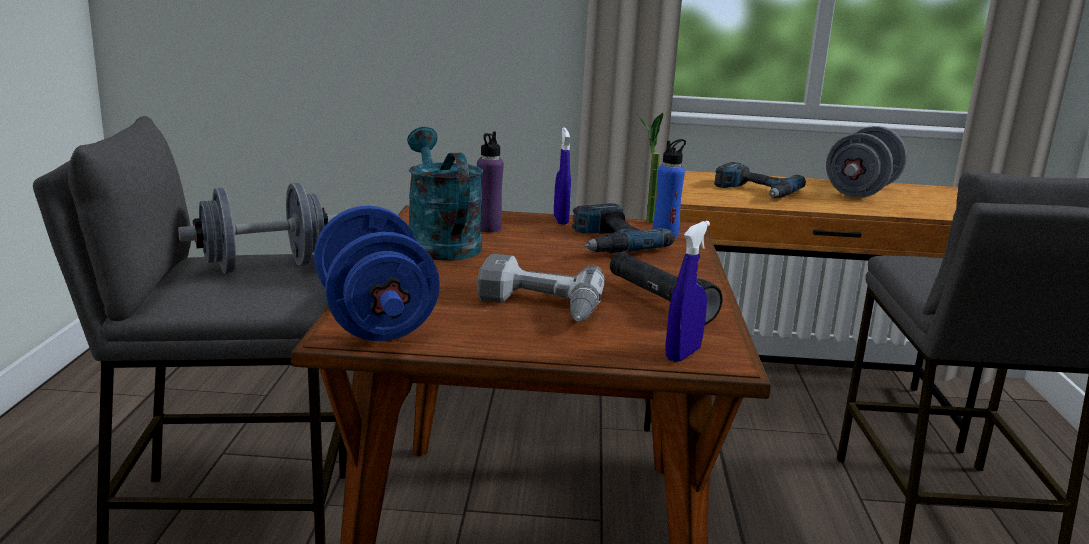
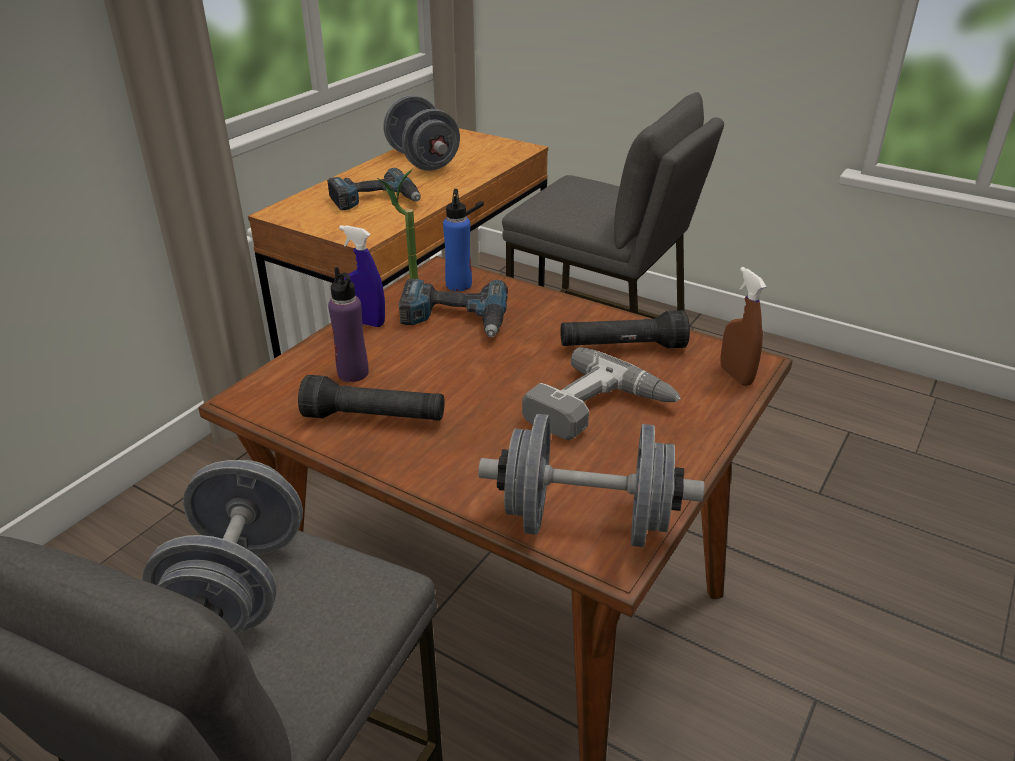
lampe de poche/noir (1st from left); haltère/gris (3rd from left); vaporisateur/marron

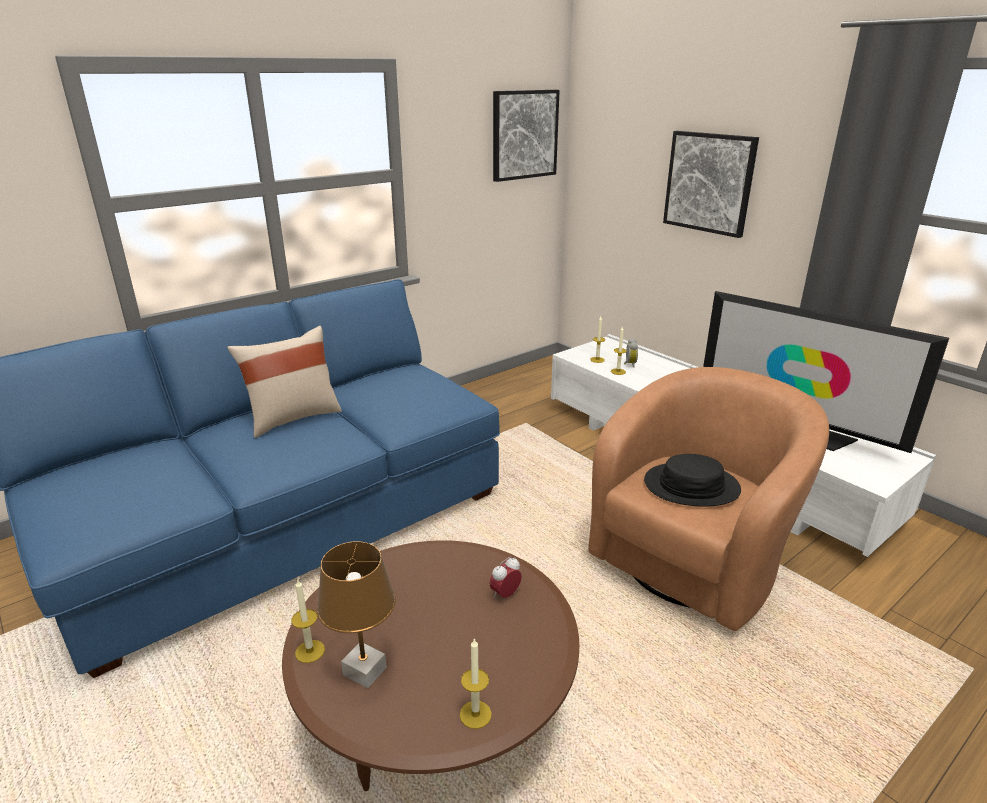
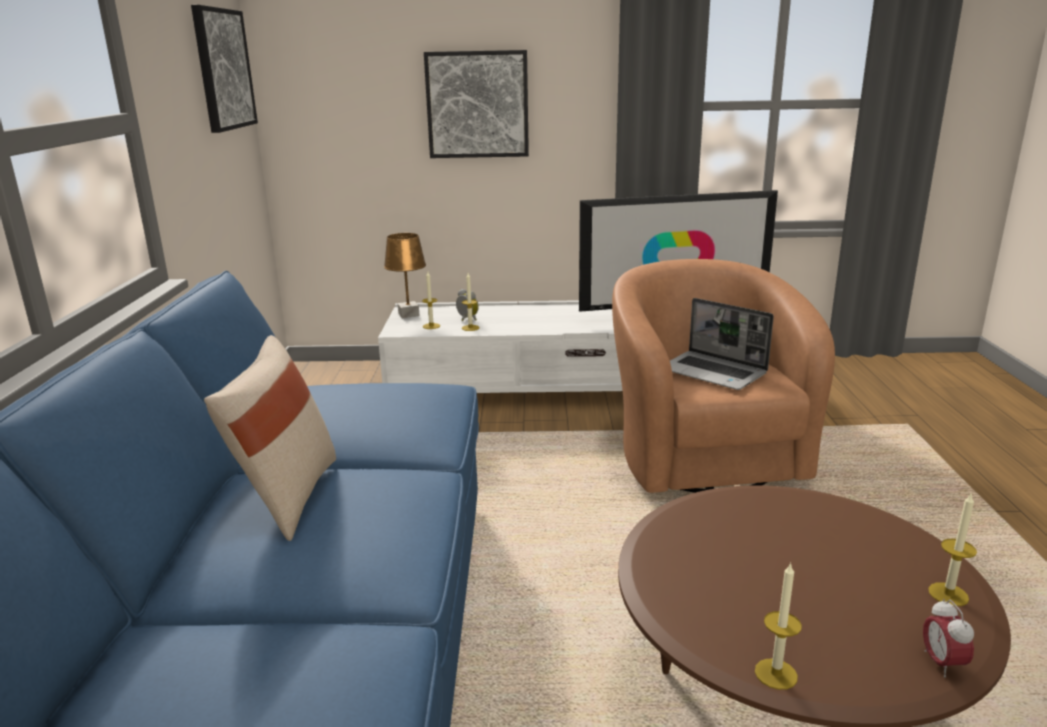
lampe de table/marron; ordinateur portable; réveil (2nd from left)

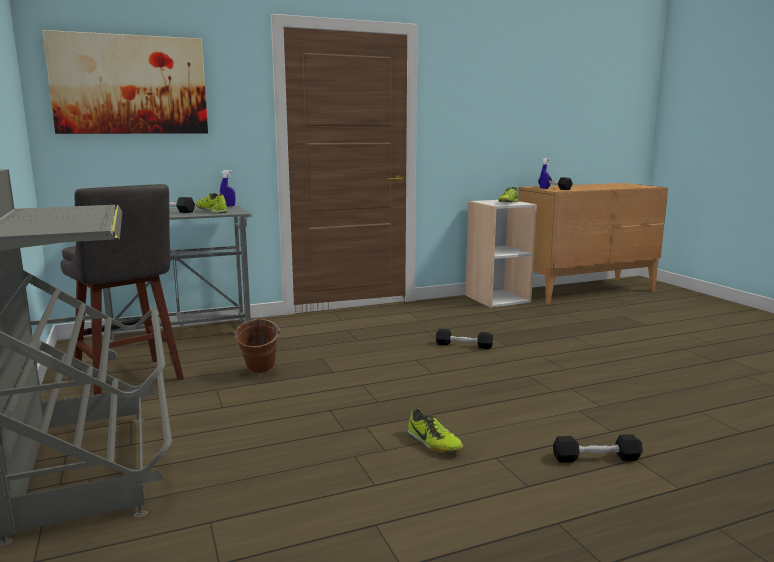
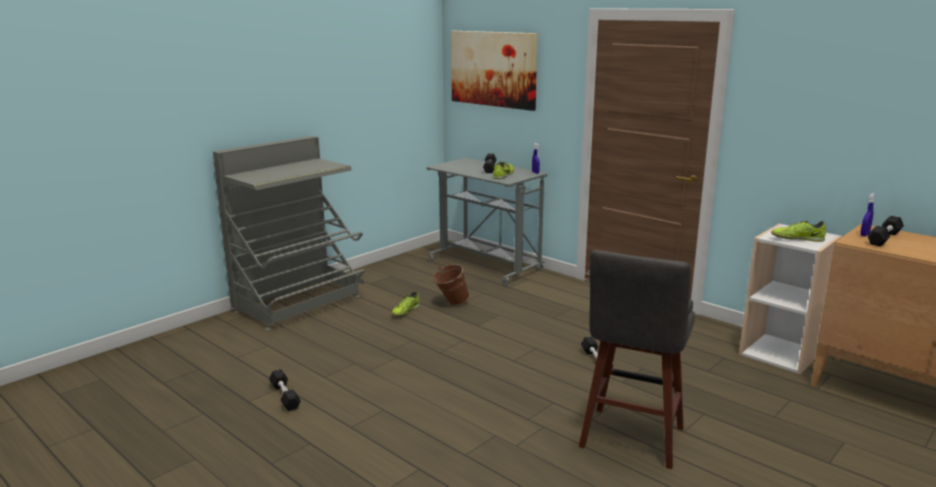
haltère/noir (1st from left); chaussure (1st from left); tabouret/gris

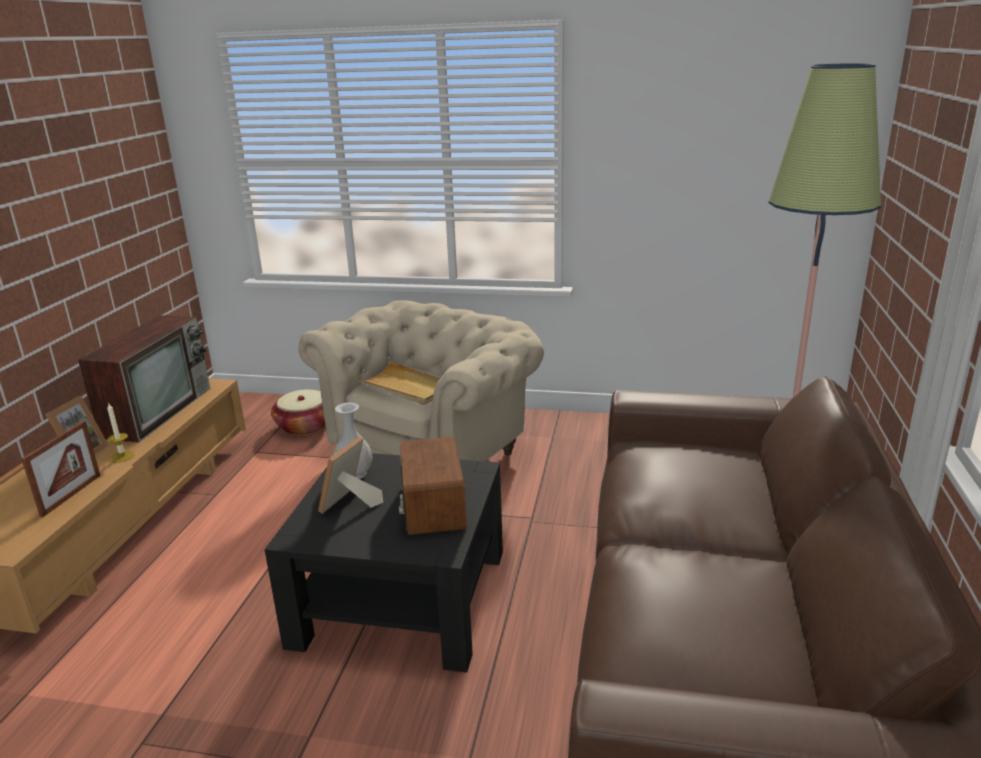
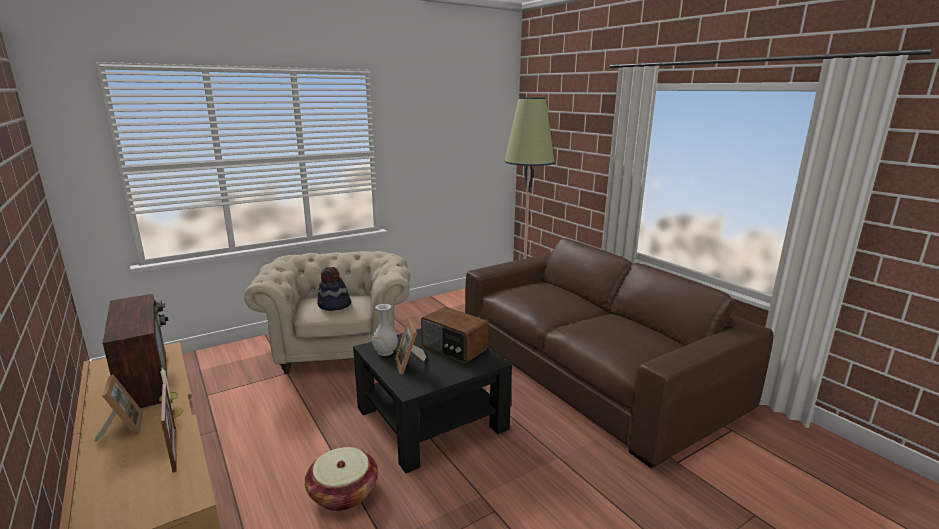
panier; chapeau

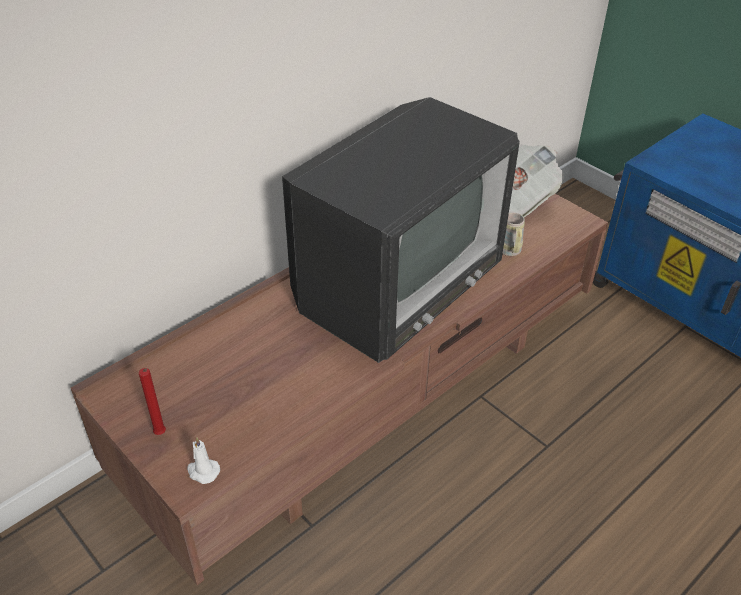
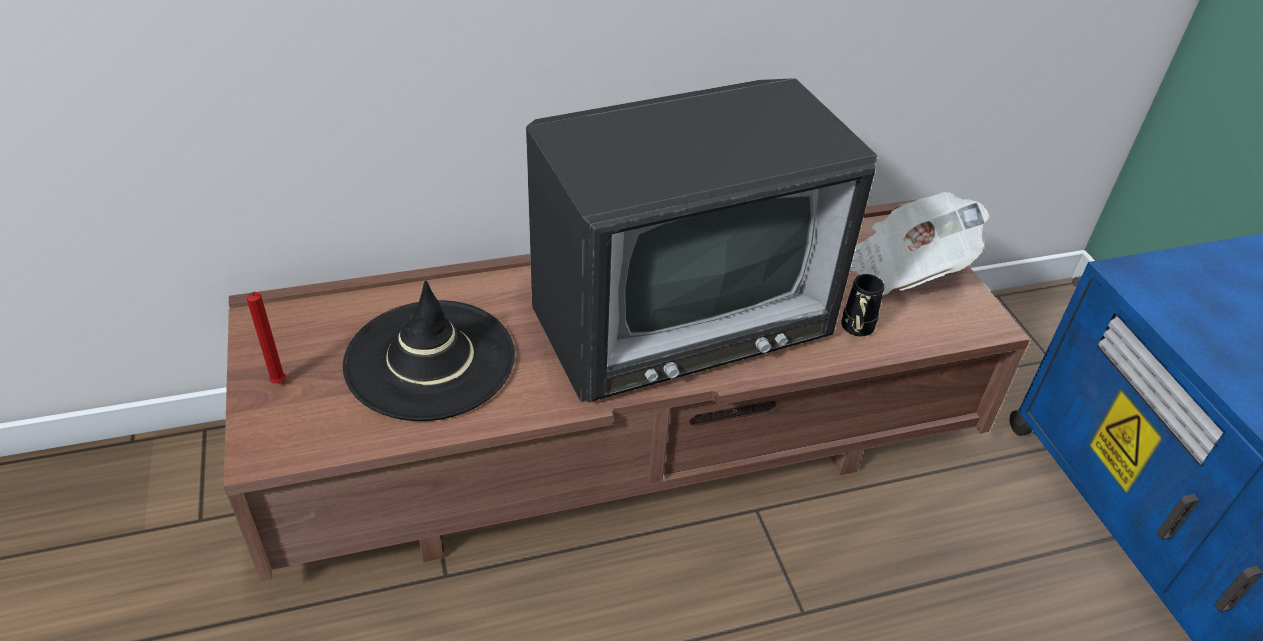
chapeau/noir; mug/noir; bougie/blanc

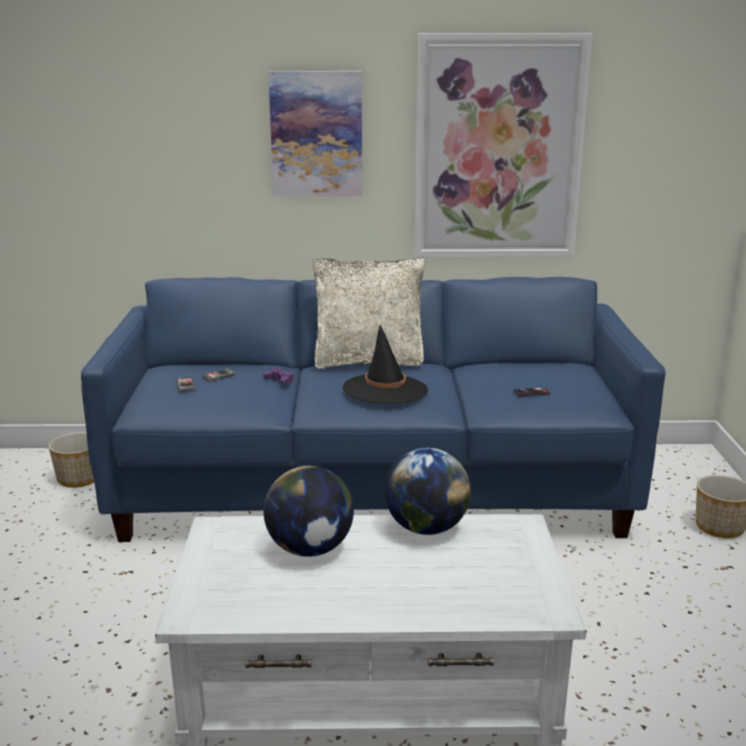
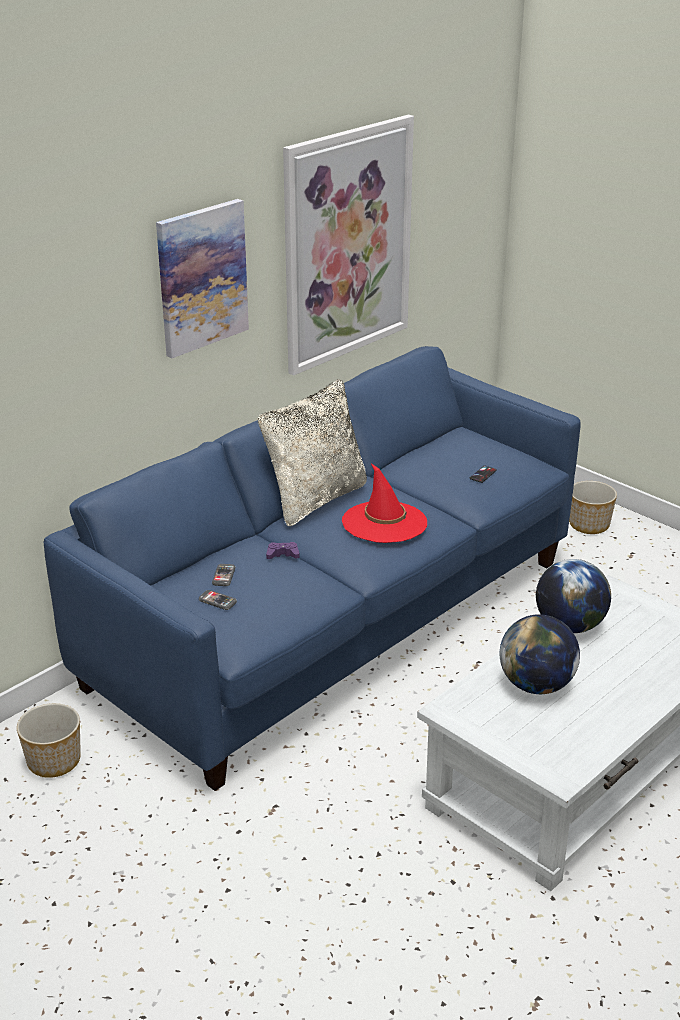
chapeau/rouge

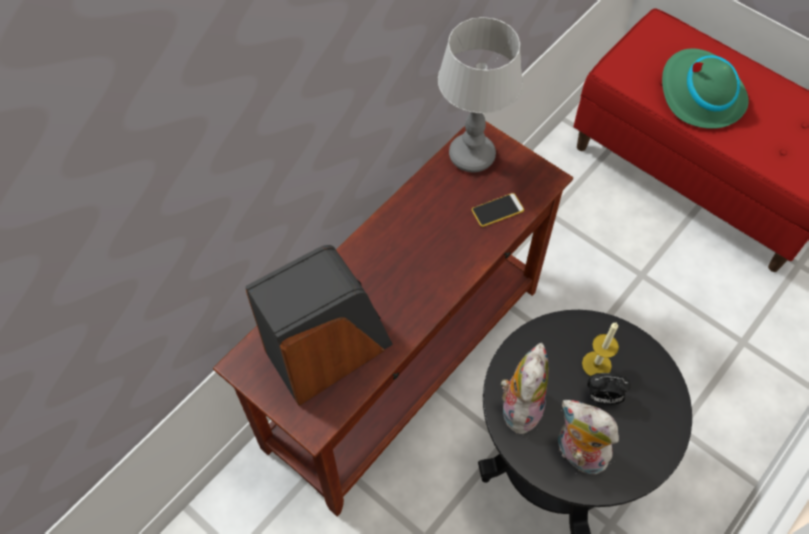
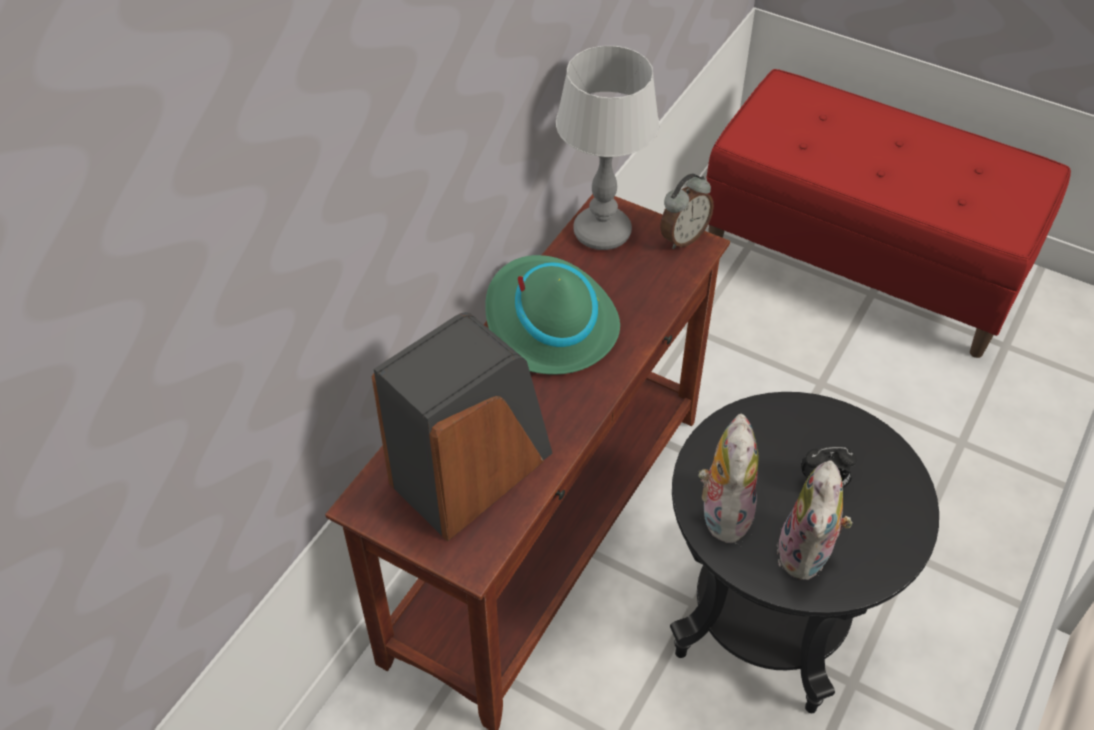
chapeau/vert; réveil (1st from left); peluche (2nd from left); téléphone; bougie

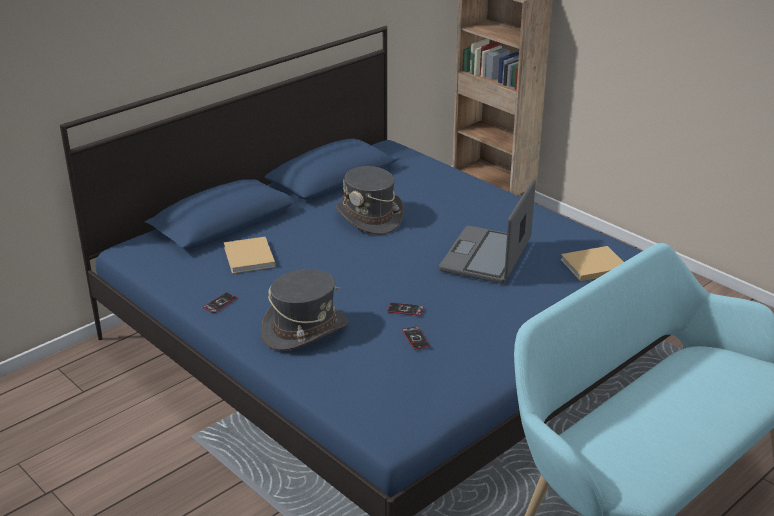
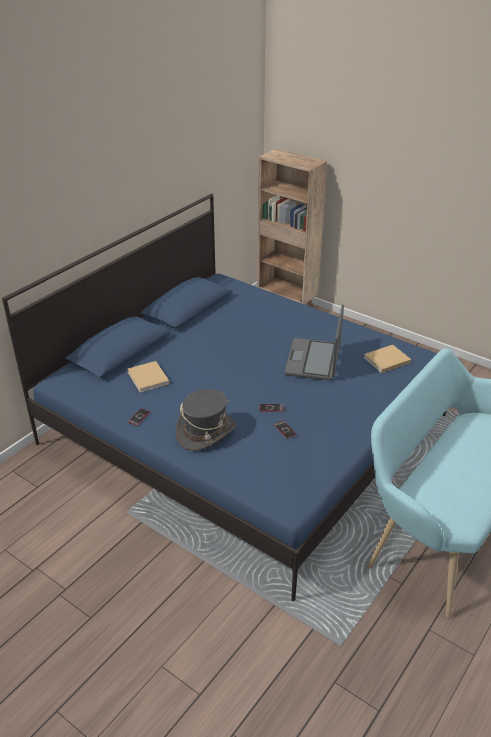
chapeau/gris (2nd from left in the first image)

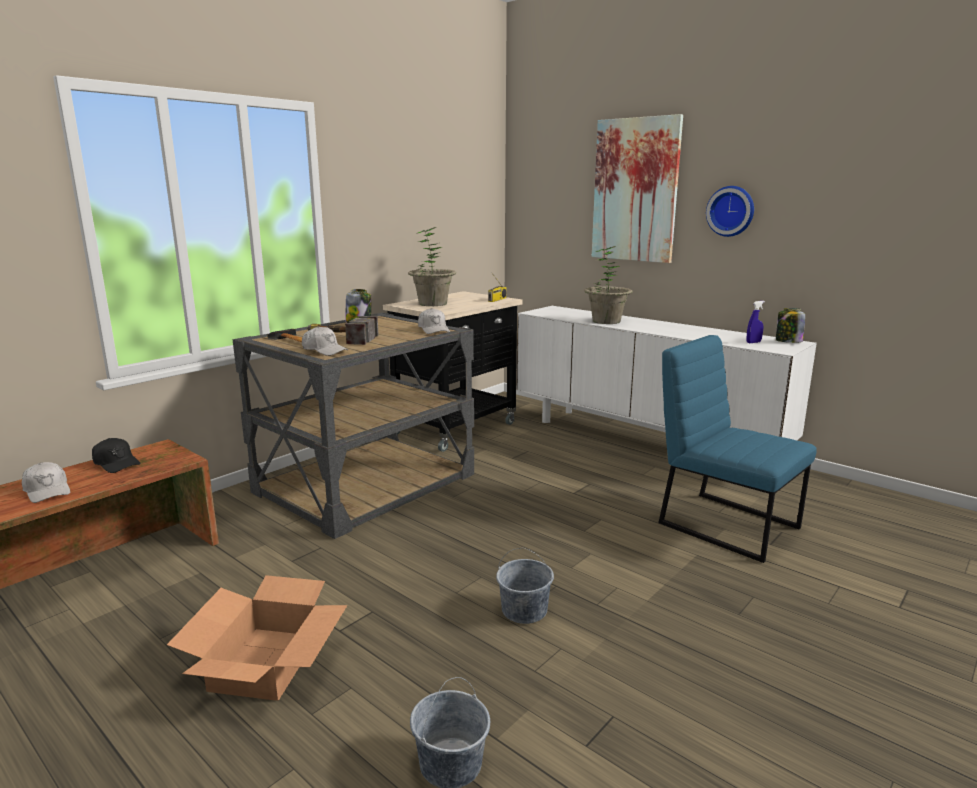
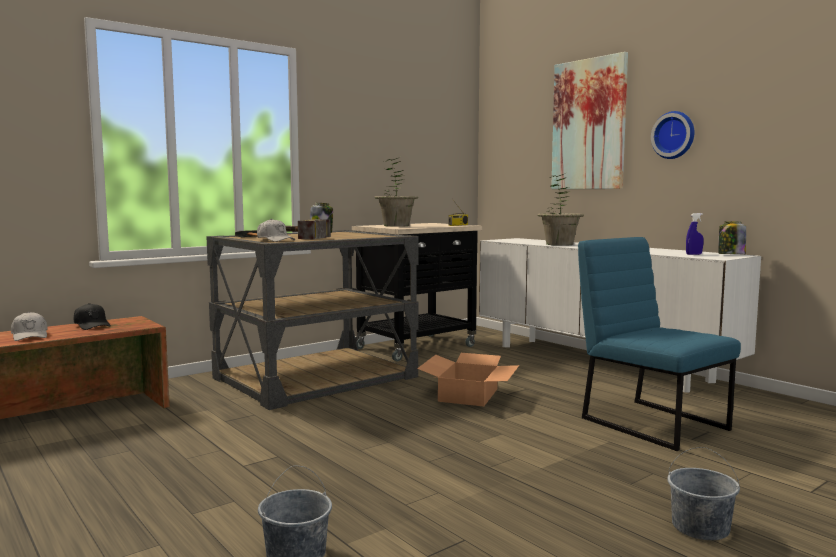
carton; seau/gris (2nd from left); casquette/blanc (3rd from left in the first image)

